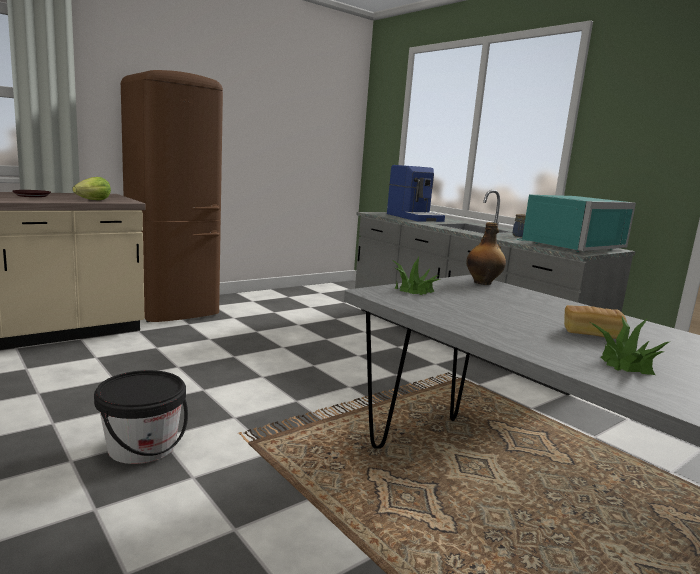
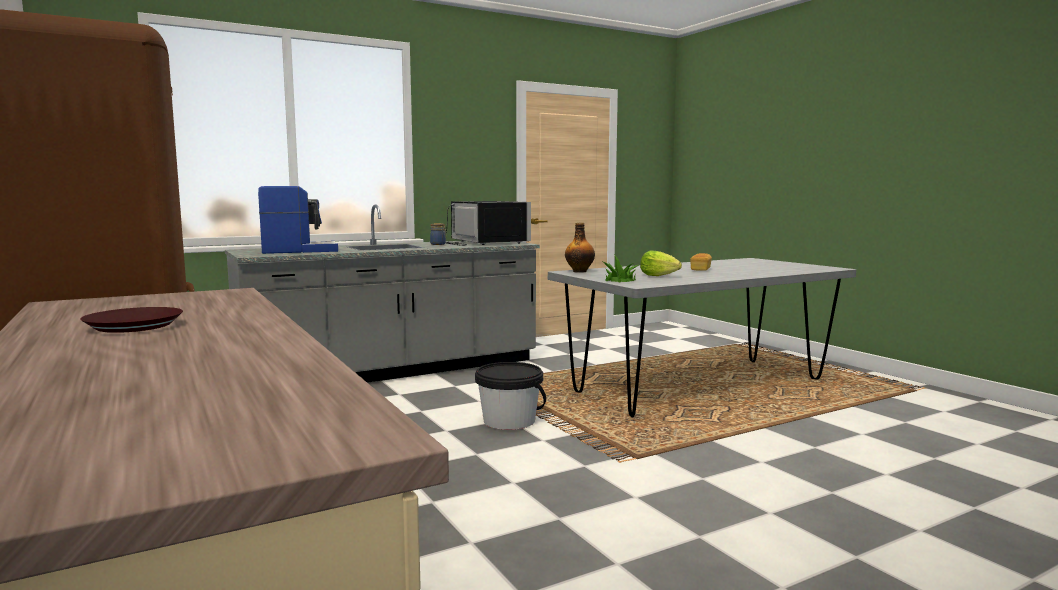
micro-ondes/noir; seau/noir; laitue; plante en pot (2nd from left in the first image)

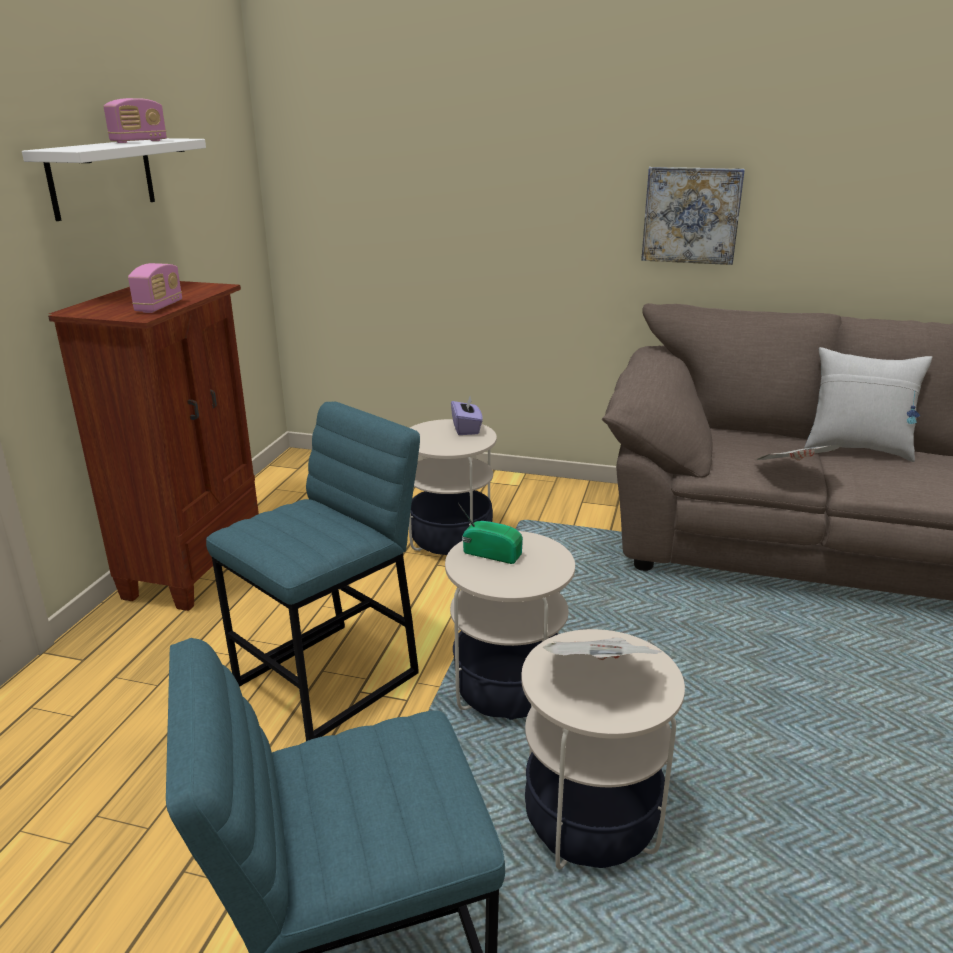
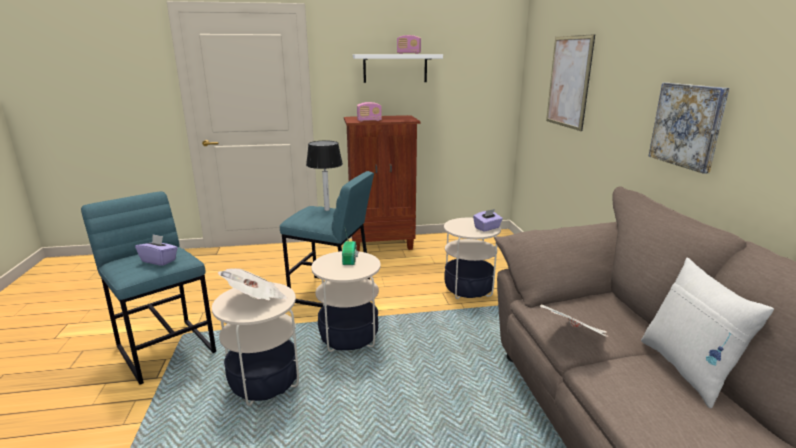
boîte à mouchoirs/violet (1st from left); lampe de table; tableau (1st from left)

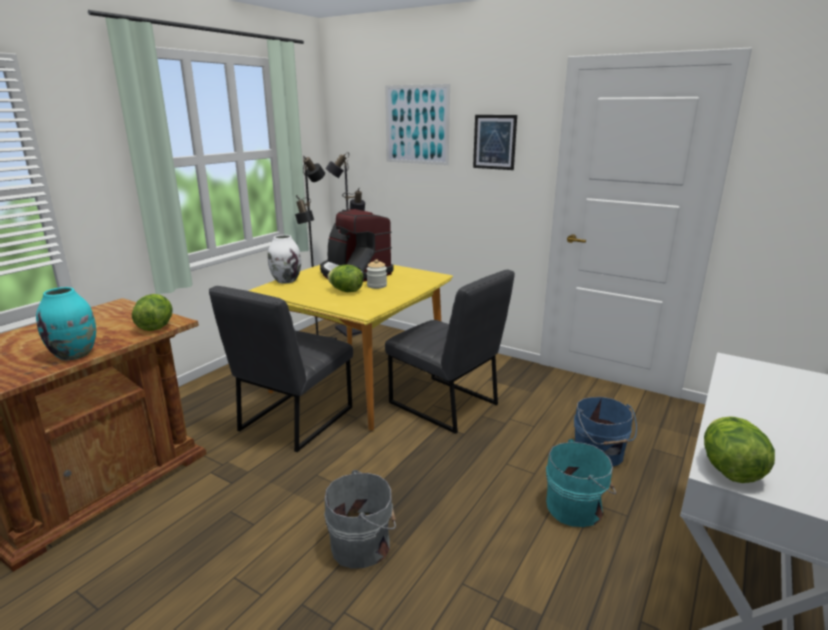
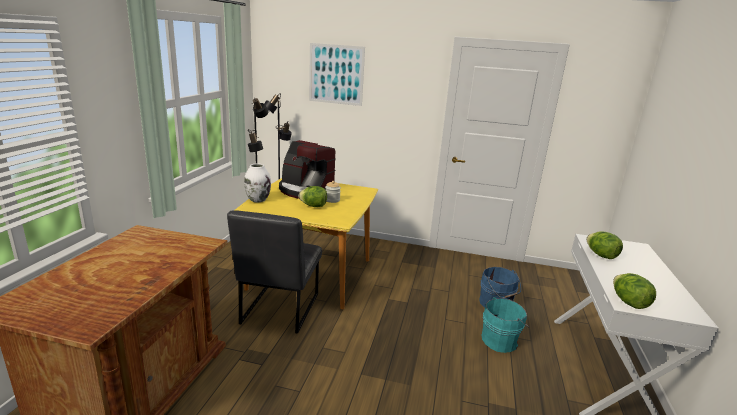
laitue (2nd from left); vase/turquoise; seau/gris; chaise/gris (2nd from left in the first image); tableau (2nd from left in the first image)

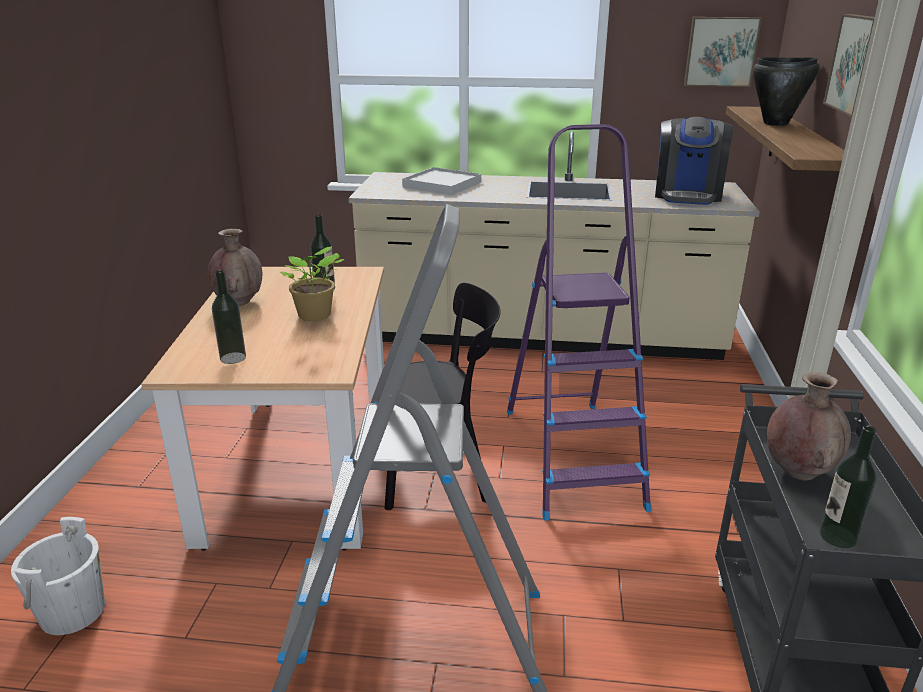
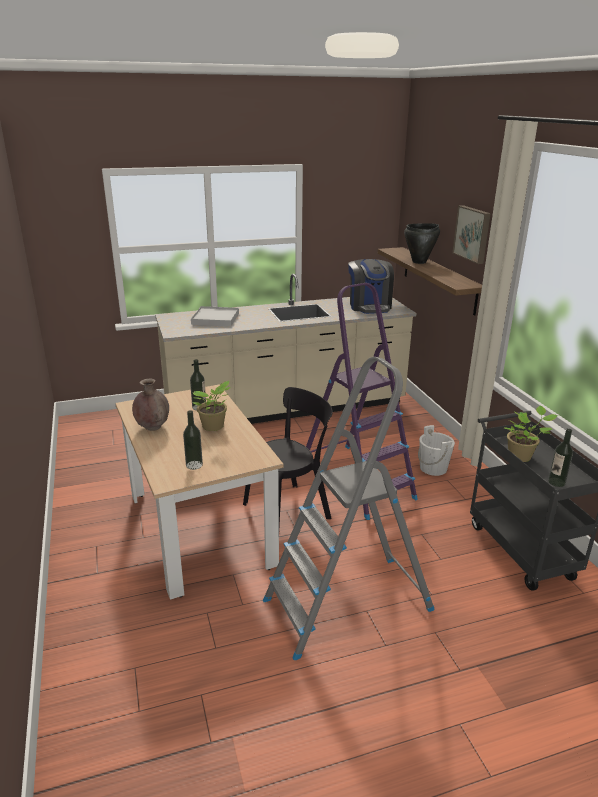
seau/blanc; plante en pot (2nd from left); tableau (1st from left in the first image)

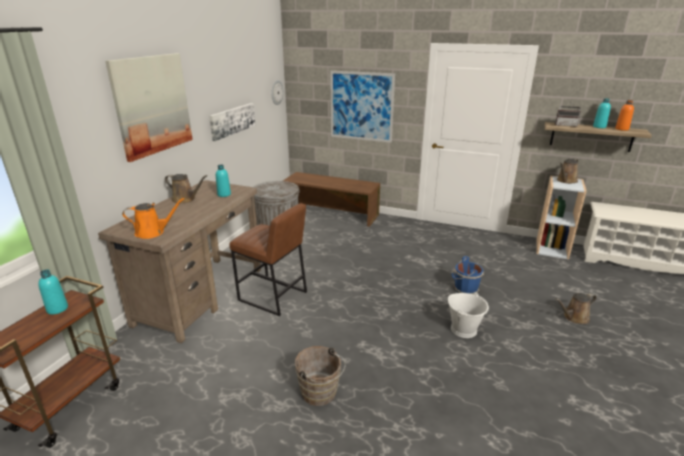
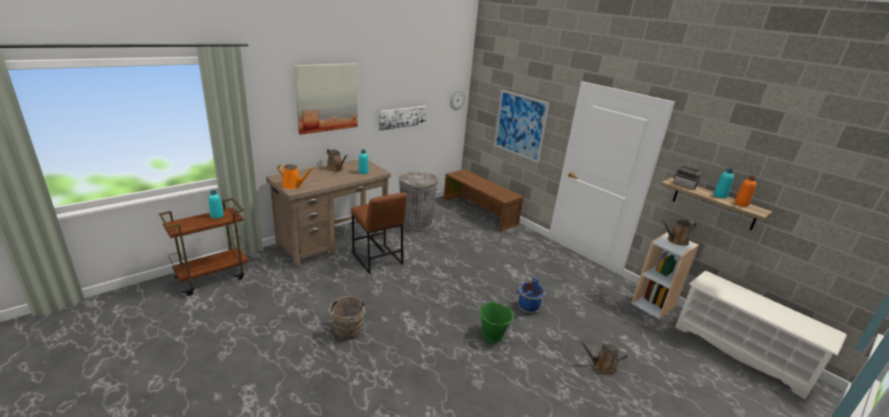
seau/vert

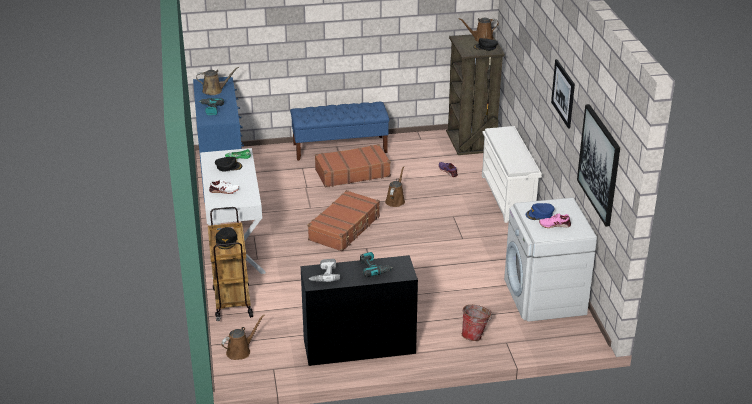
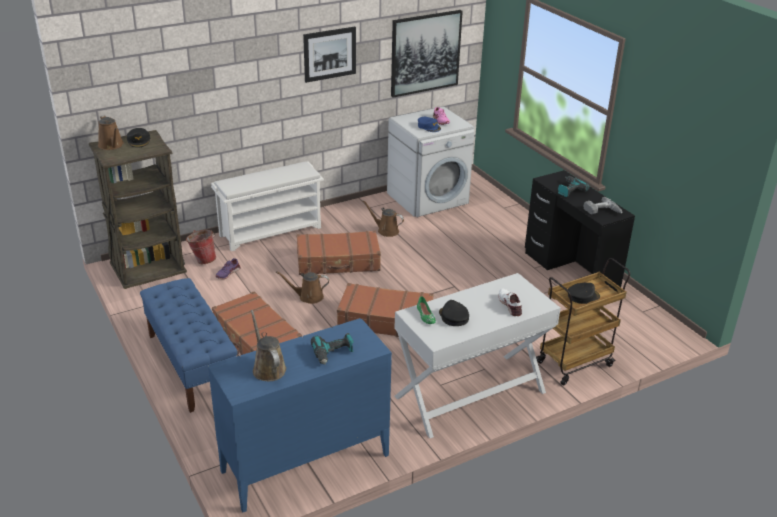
seau; valise/marron (2nd from left); arrosoir/marron (4th from left)

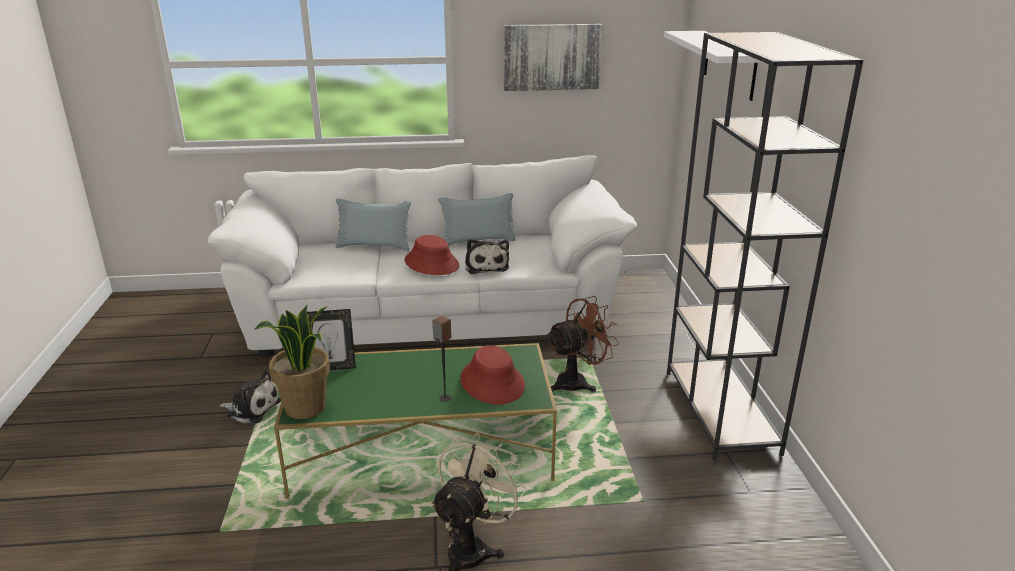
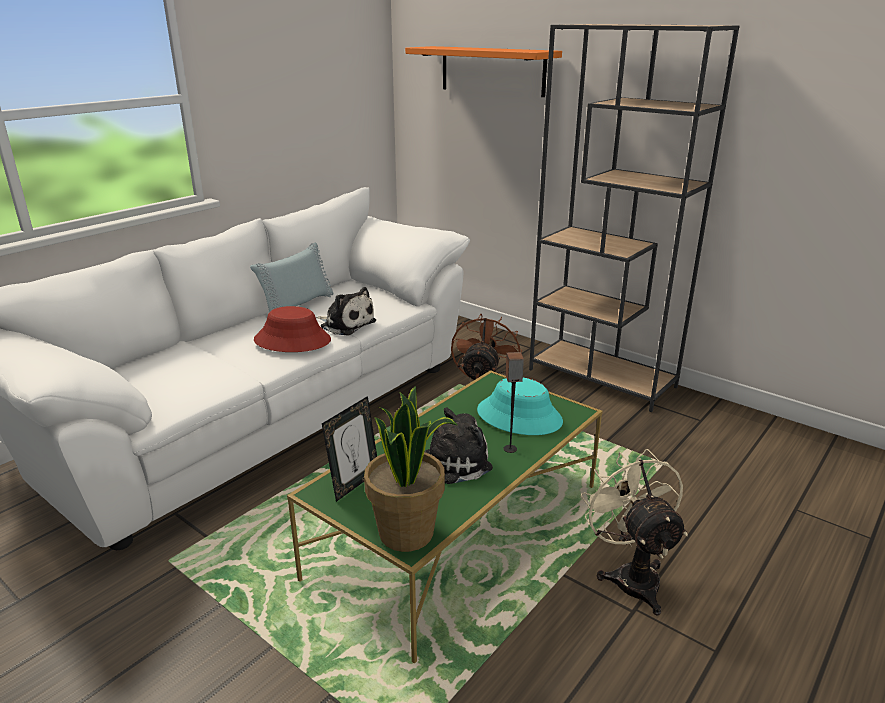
étagère/orange; peluche (2nd from left); chapeau/turquoise; coussin/bleu (1st from left in the first image); tableau

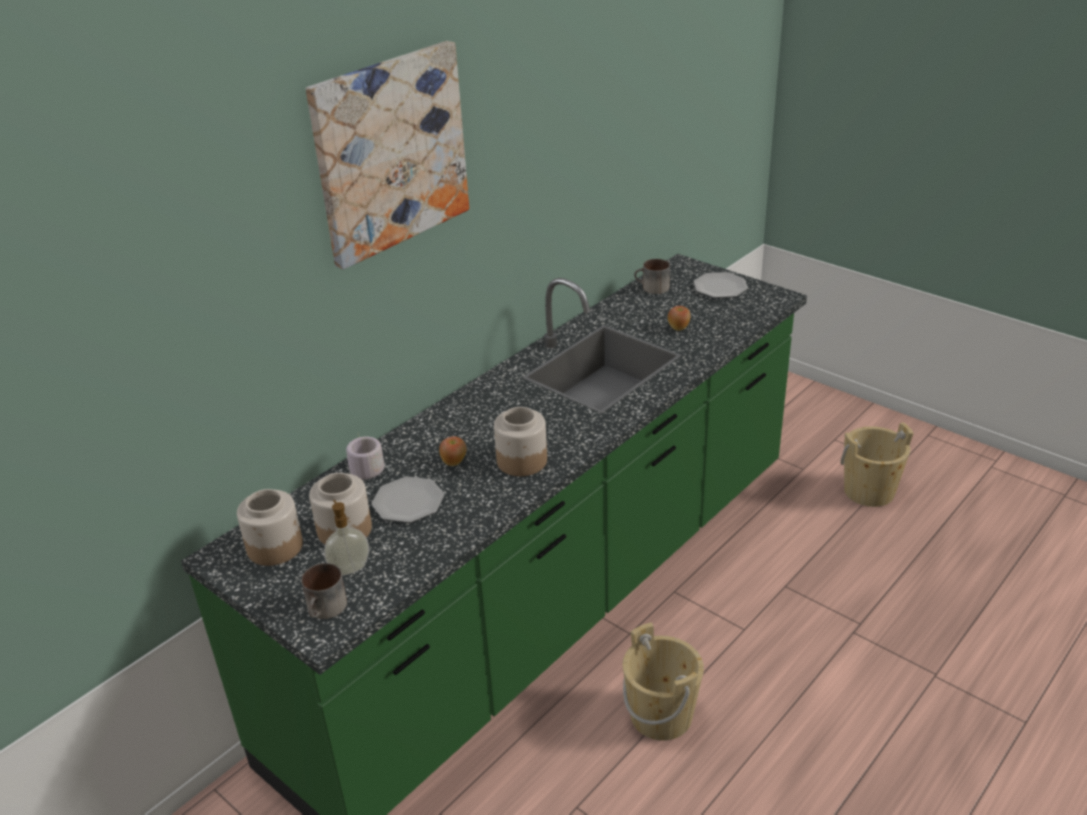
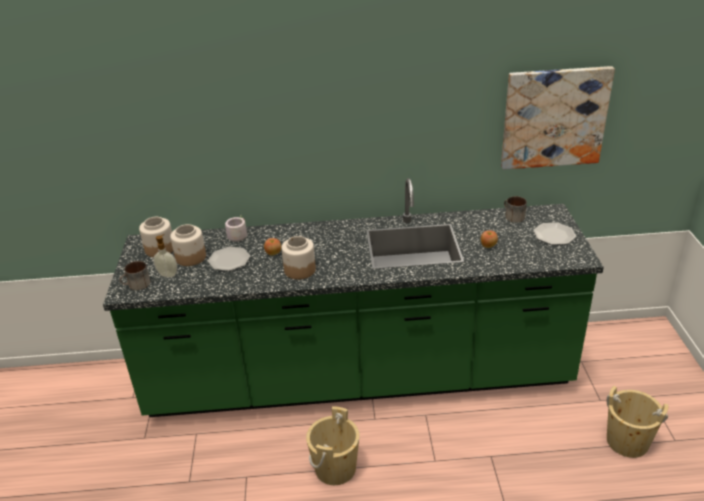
tableau

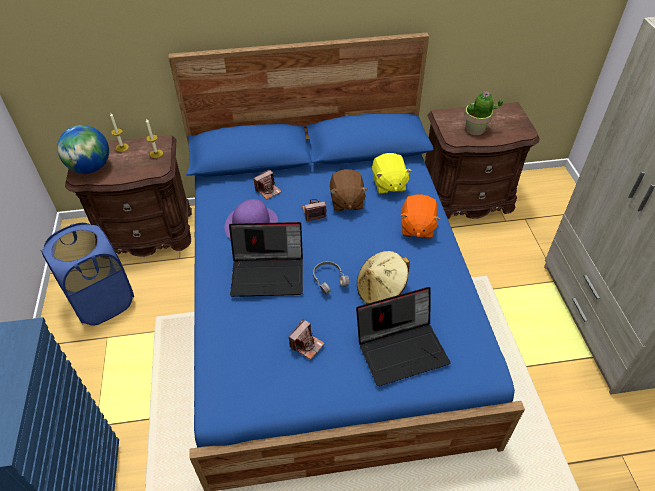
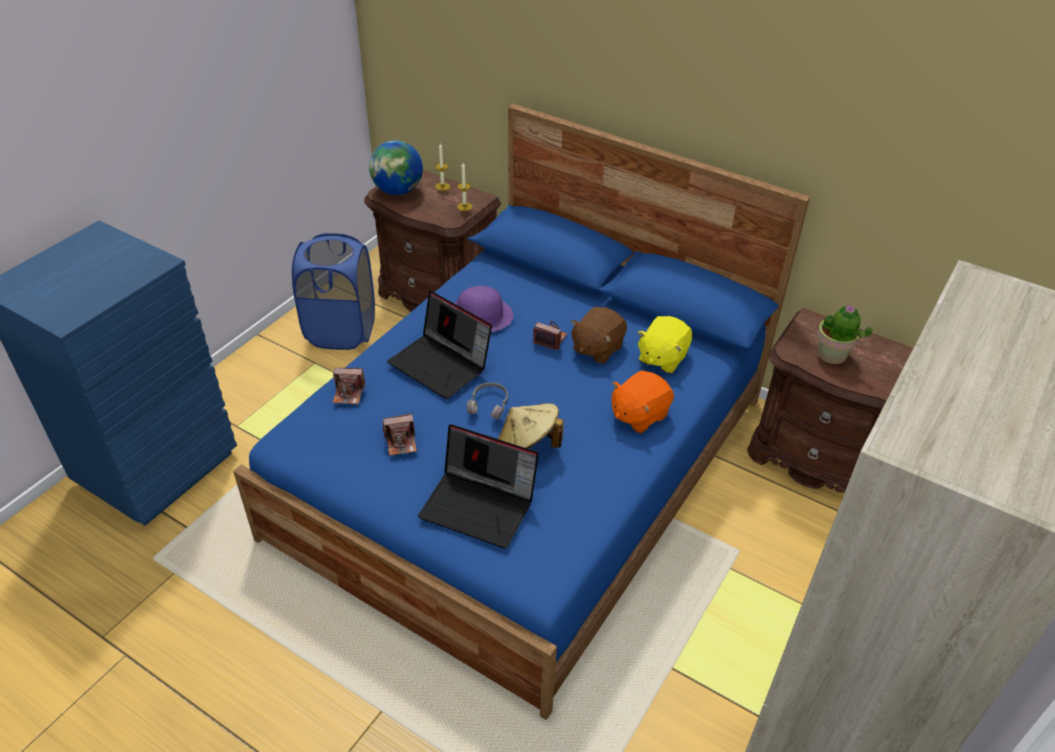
appareil photo (1st from left)

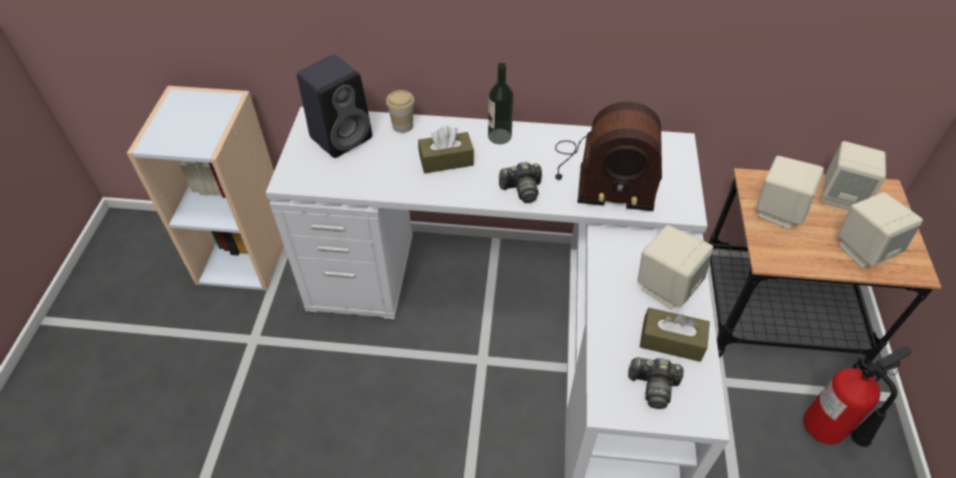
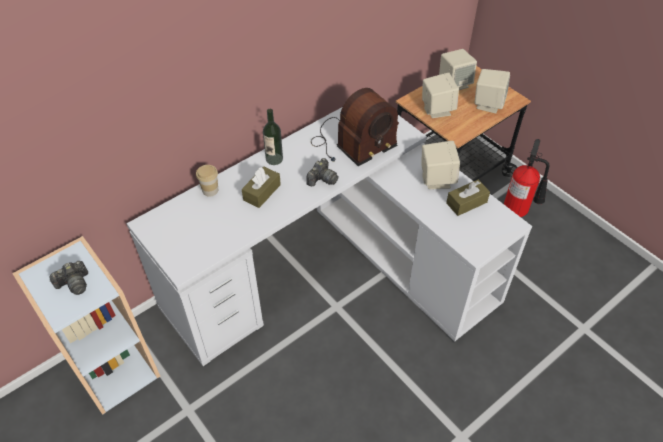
appareil photo (1st from left); enceinte/noir

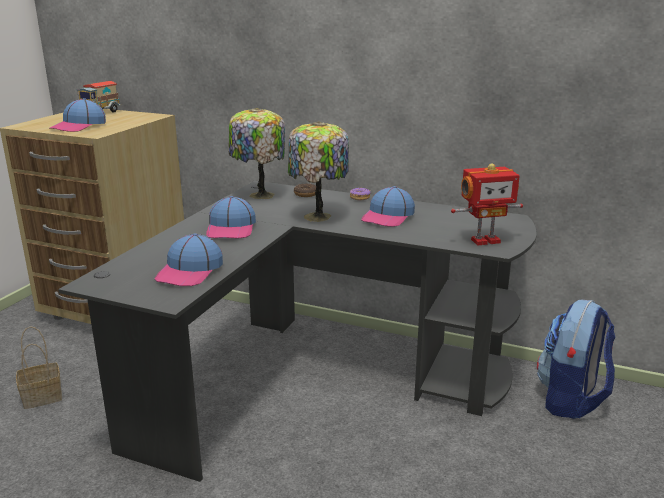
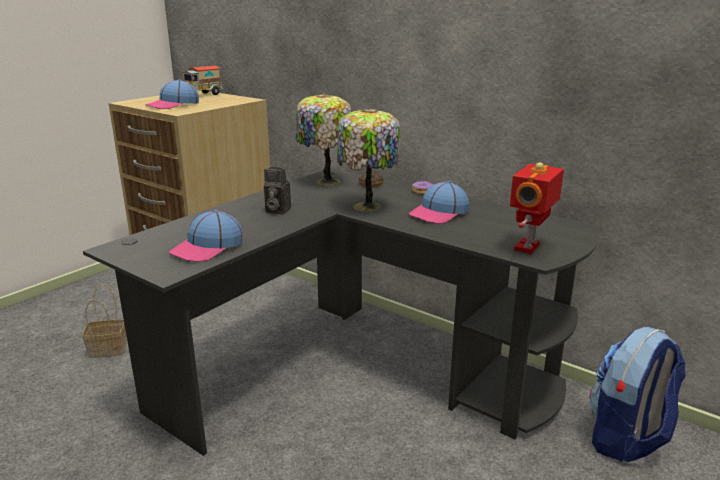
appareil photo; robot jouet

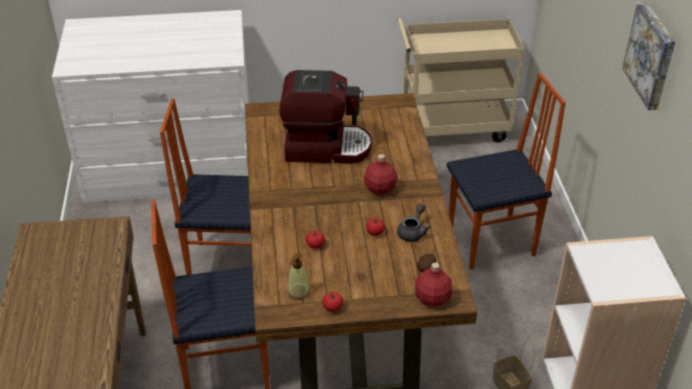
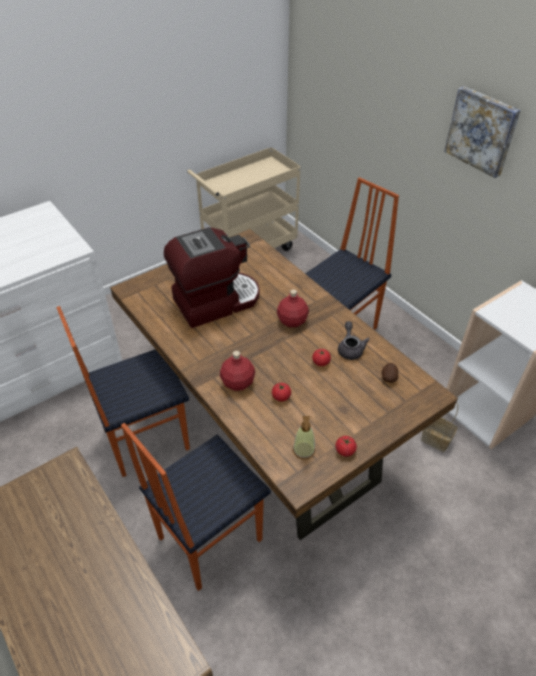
bouteille/rouge (1st from left)

